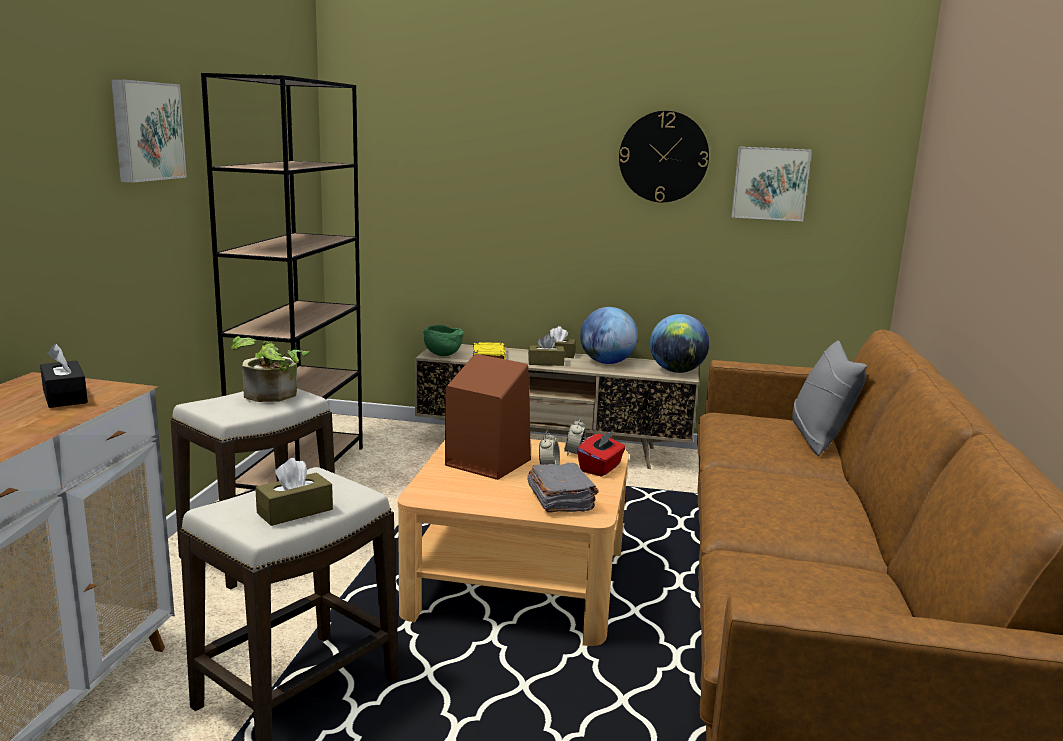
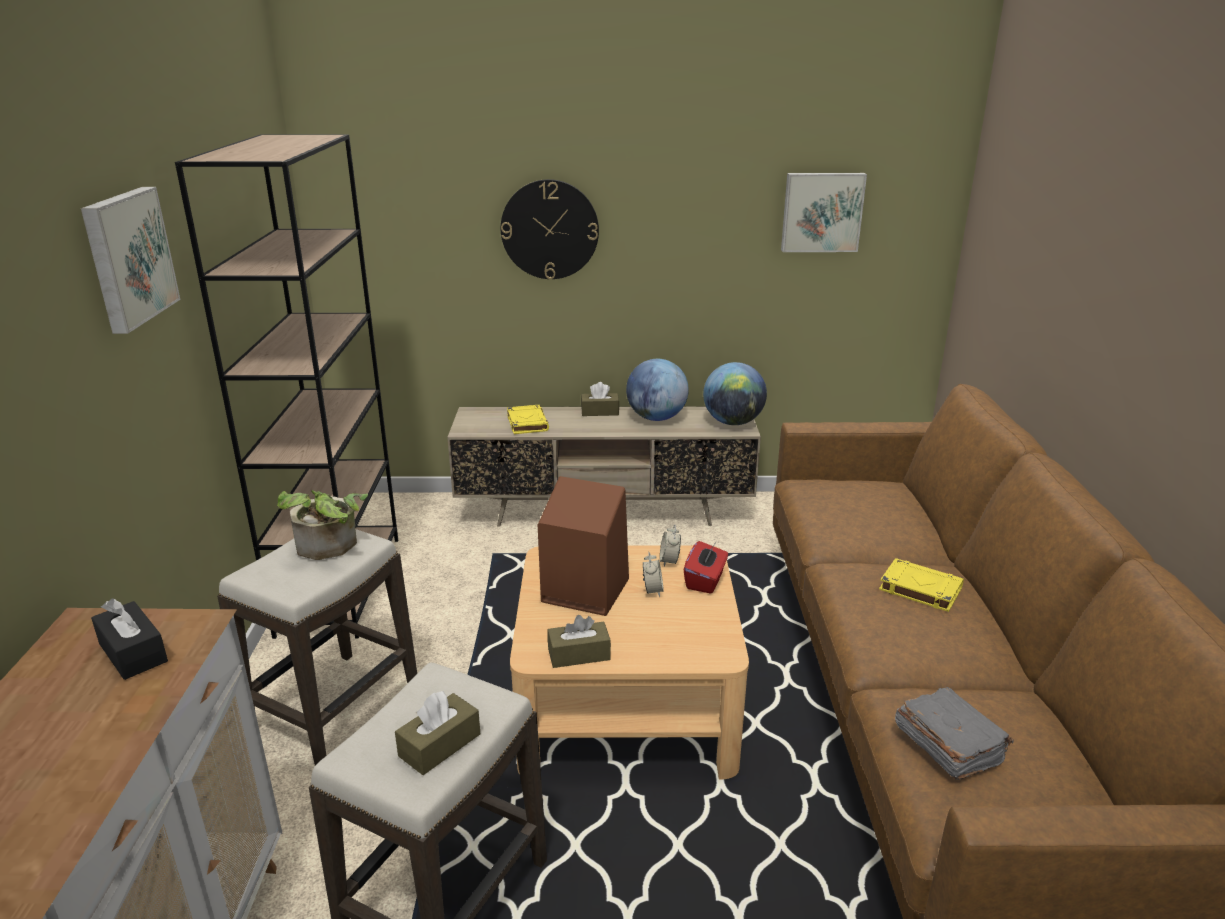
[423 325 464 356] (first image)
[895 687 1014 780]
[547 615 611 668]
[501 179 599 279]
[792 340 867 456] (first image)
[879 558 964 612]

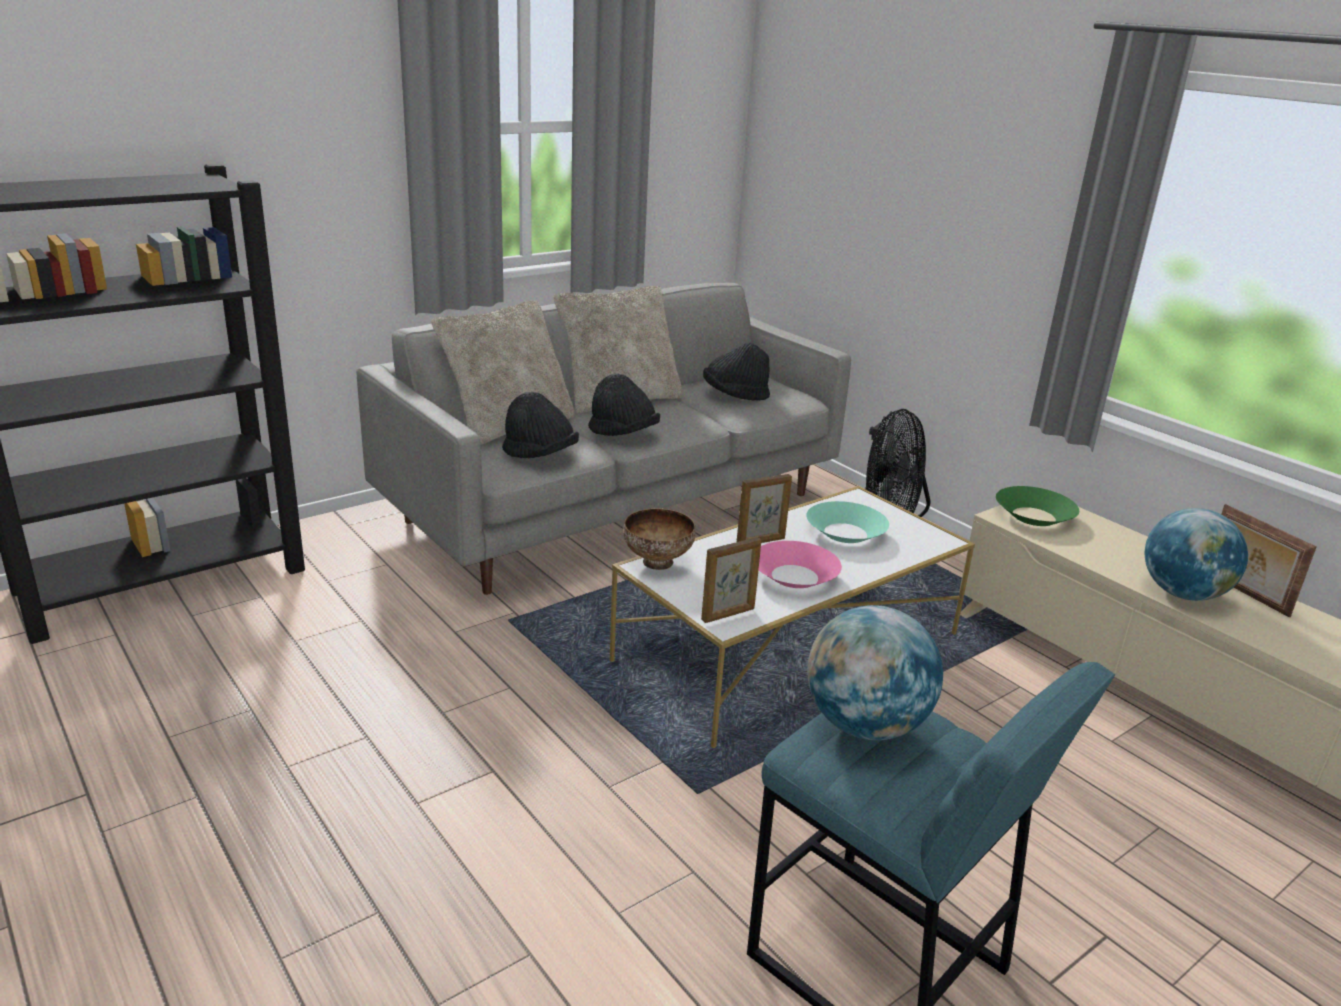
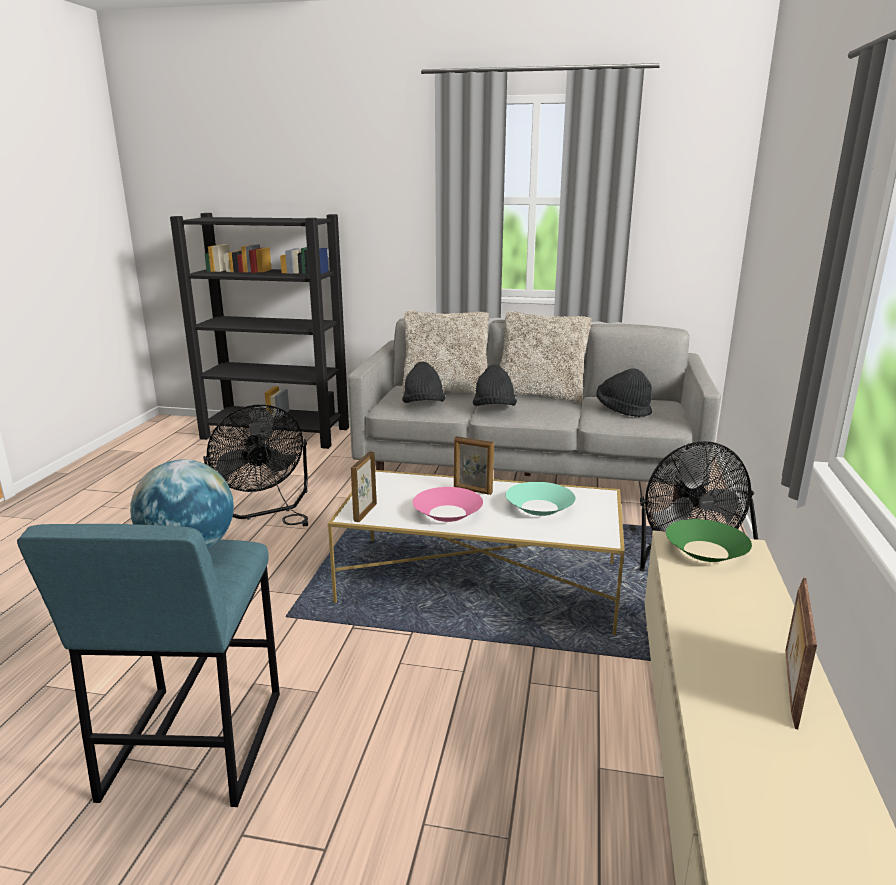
[623 508 696 570] (first image)
[351 451 377 522]
[1144 508 1248 601] (first image)
[203 405 308 526]

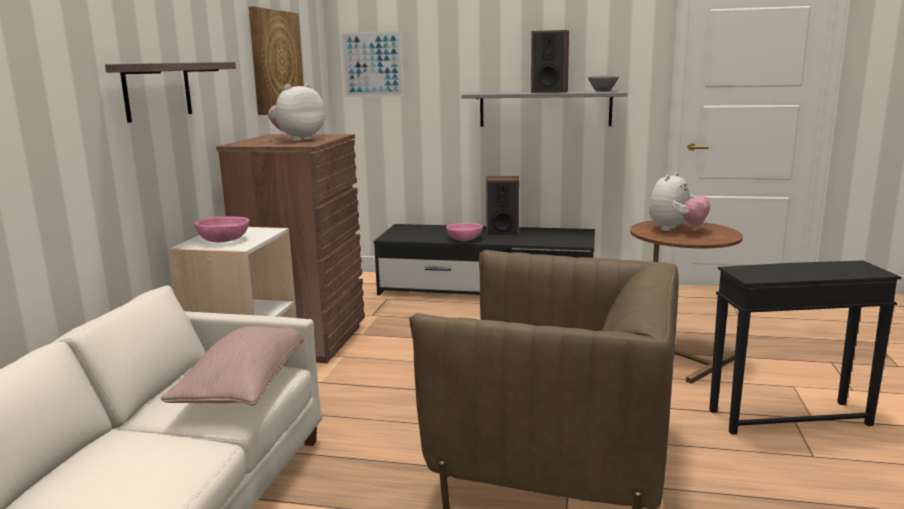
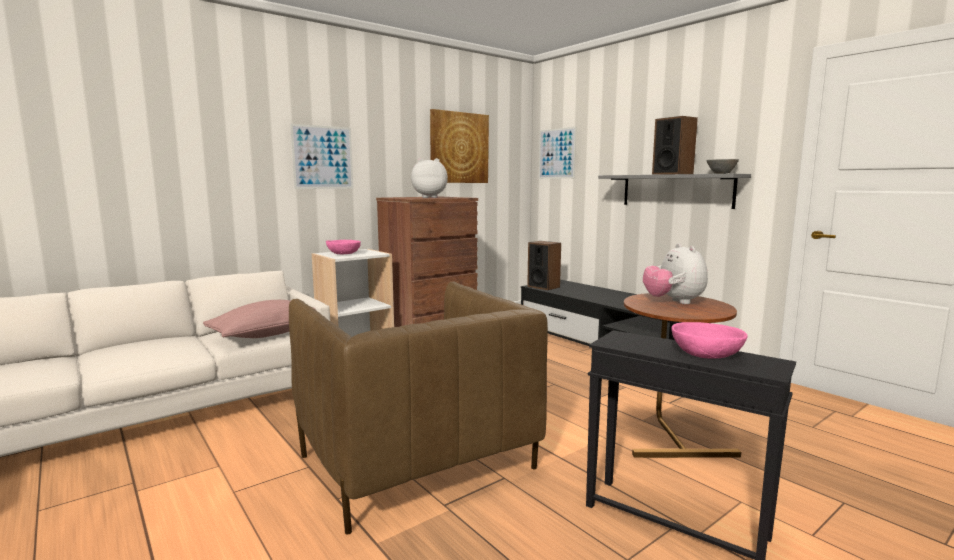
[290 124 353 189]
[672 322 747 359]
[527 241 561 290]
[643 243 708 304]

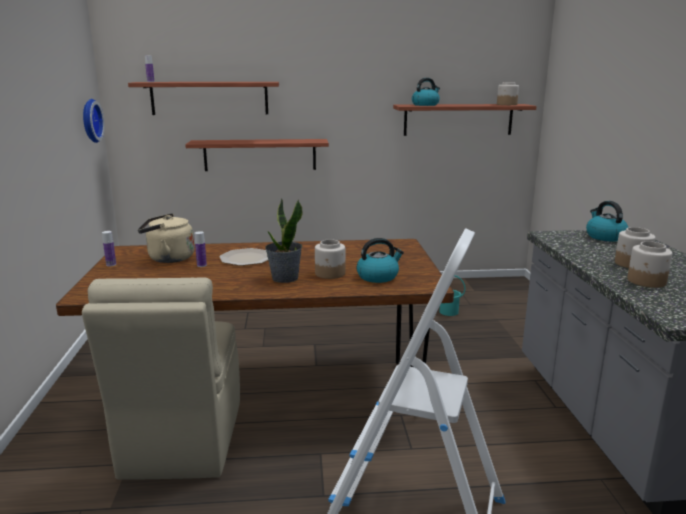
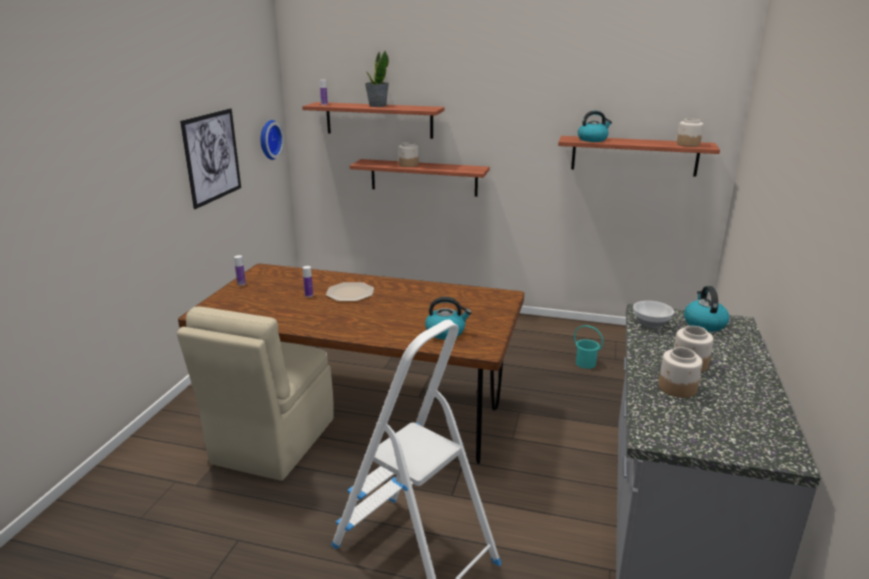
[138 213 195 263] (first image)
[365 51 389 107]
[398 142 419 167]
[180 108 241 209]
[633 301 674 328]

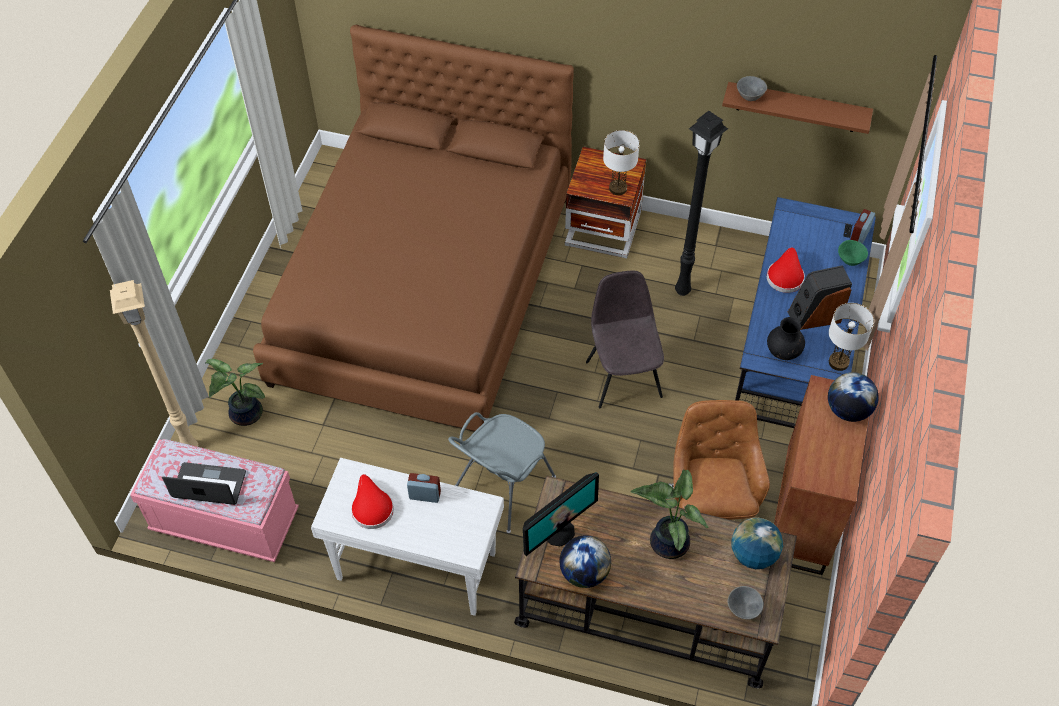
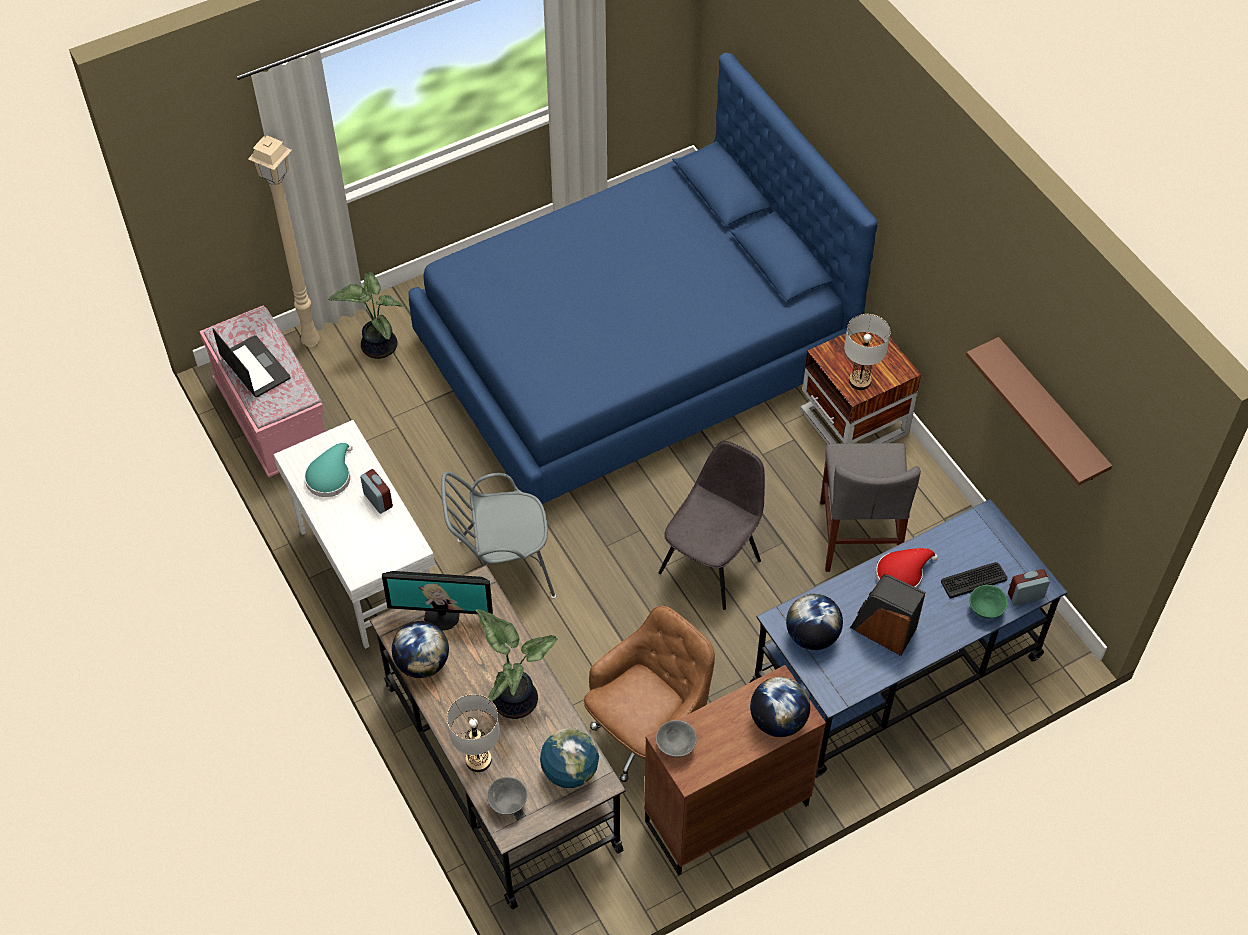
[409 52 878 505]
[304 443 353 497]
[820 443 921 572]
[656 720 697 757]
[786 594 843 650]
[447 694 500 772]
[941 562 1008 598]

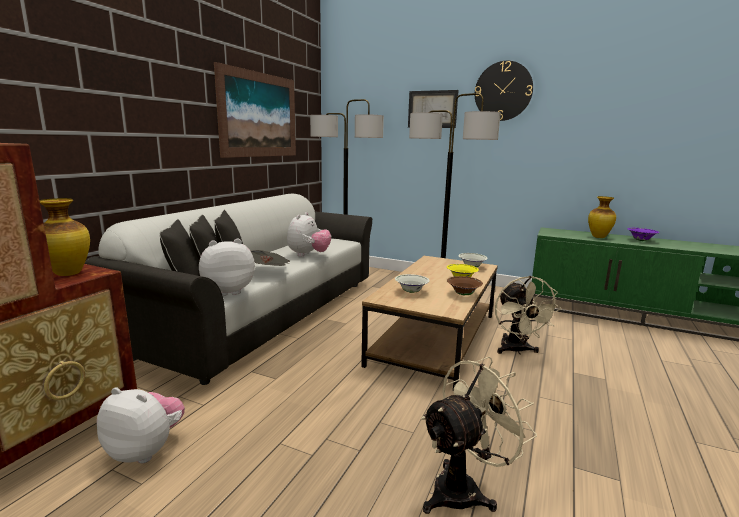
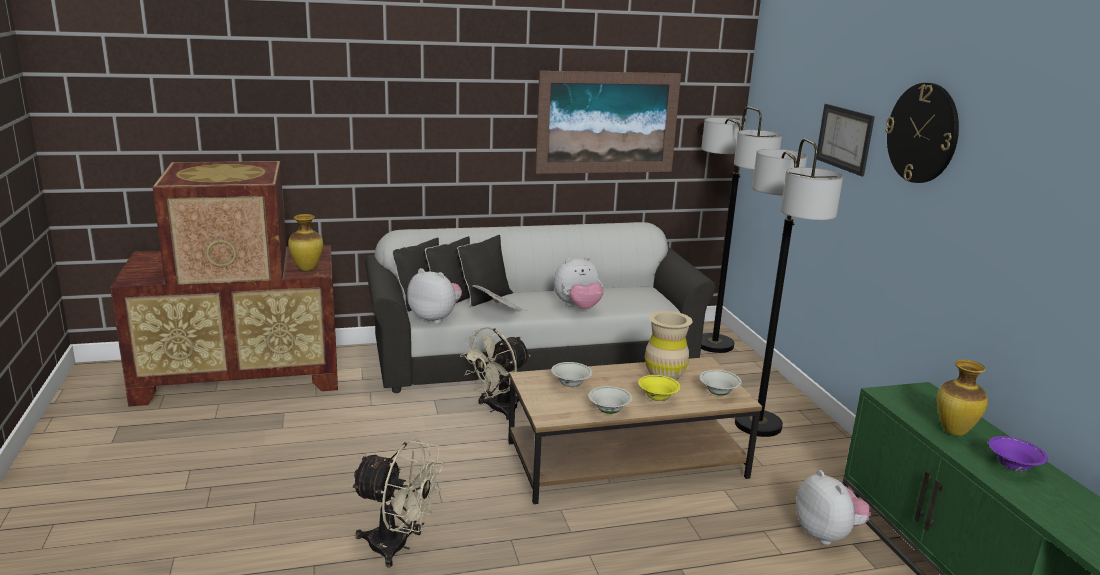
[796 470 871 545]
[588 386 632 414]
[460 327 531 420]
[645 311 693 380]

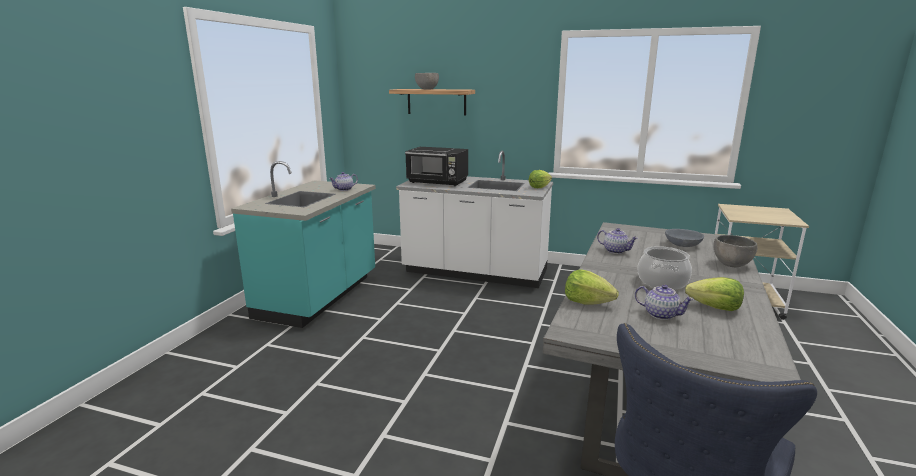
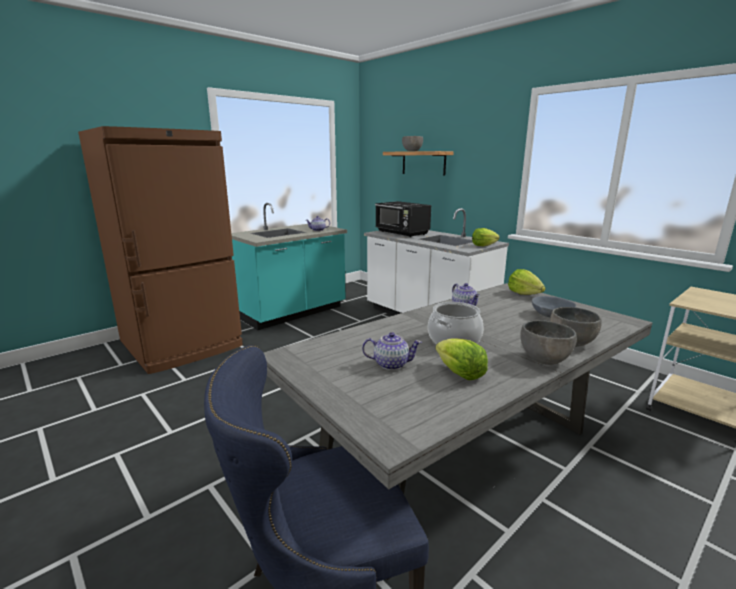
[508 269 546 295]
[362 332 422 370]
[78 126 243 374]
[520 320 577 365]

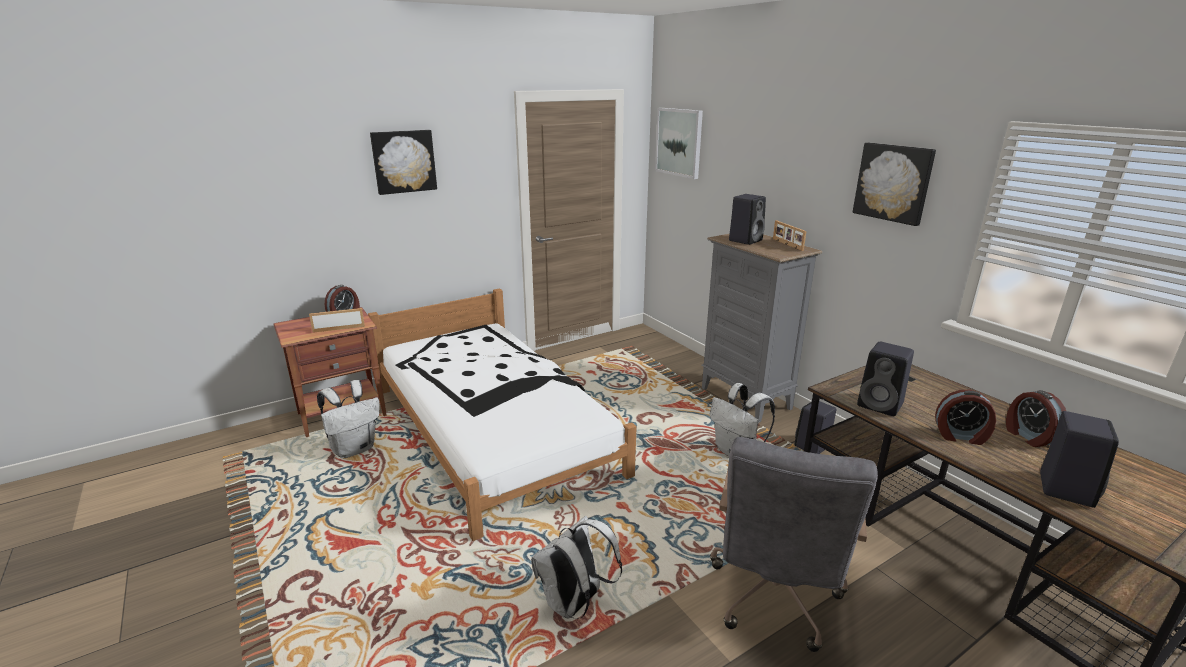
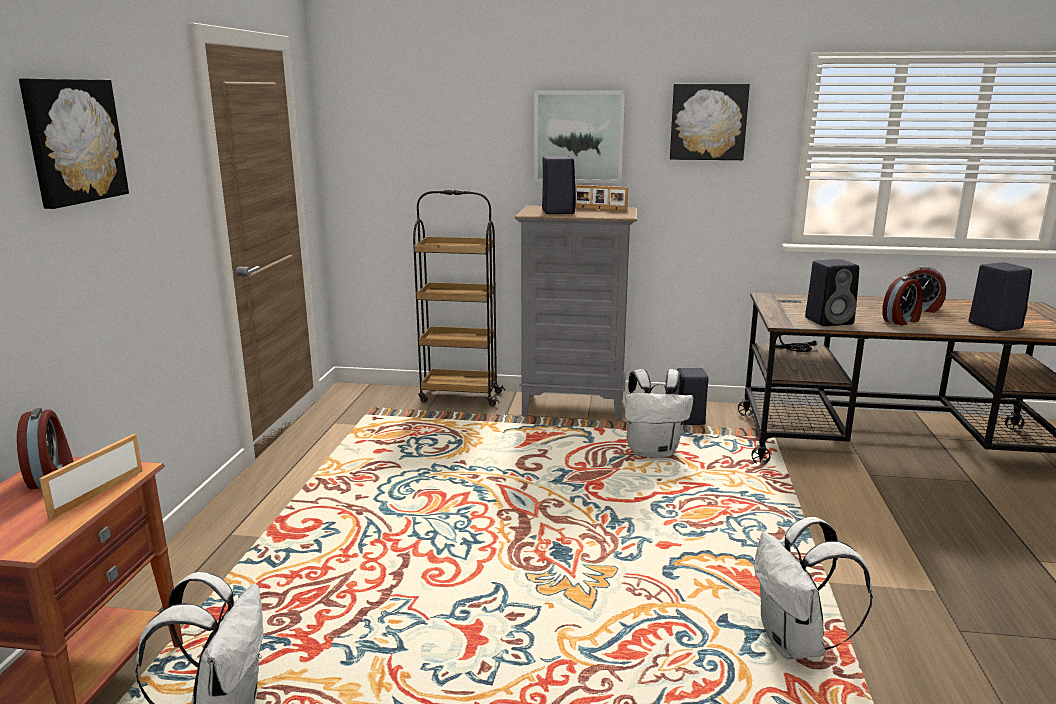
[368 288 637 541] (first image)
[534 91 625 183]
[710 437 878 652] (first image)
[413 190 505 406]

